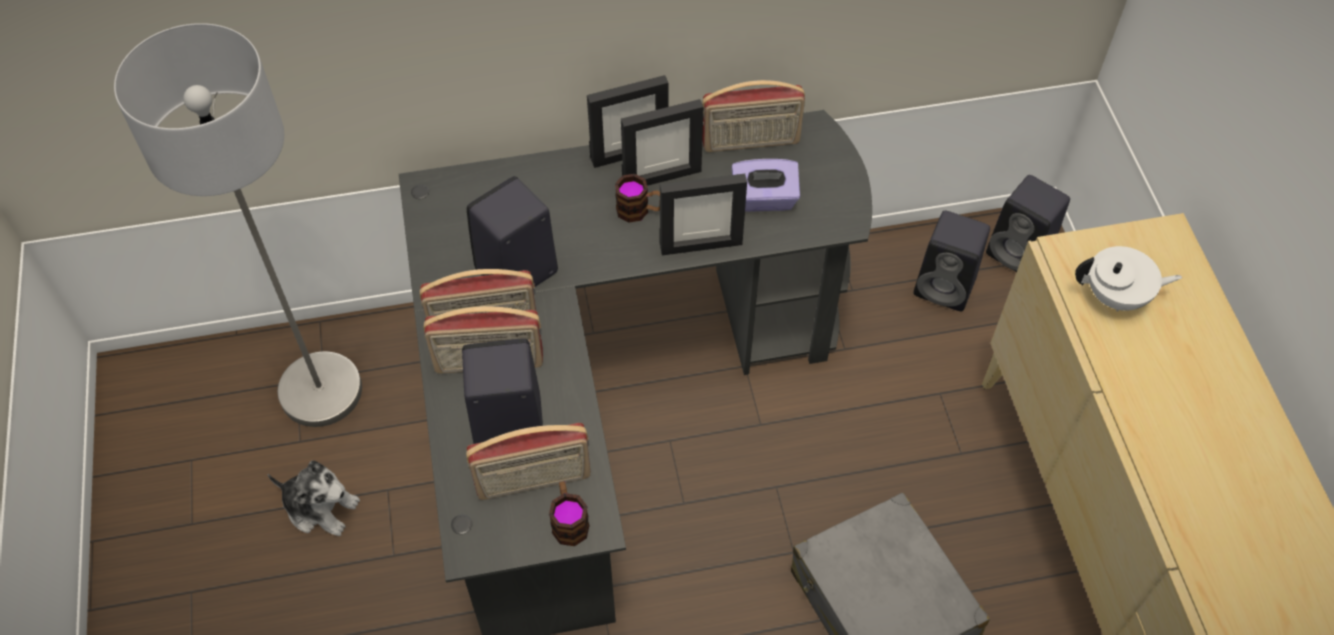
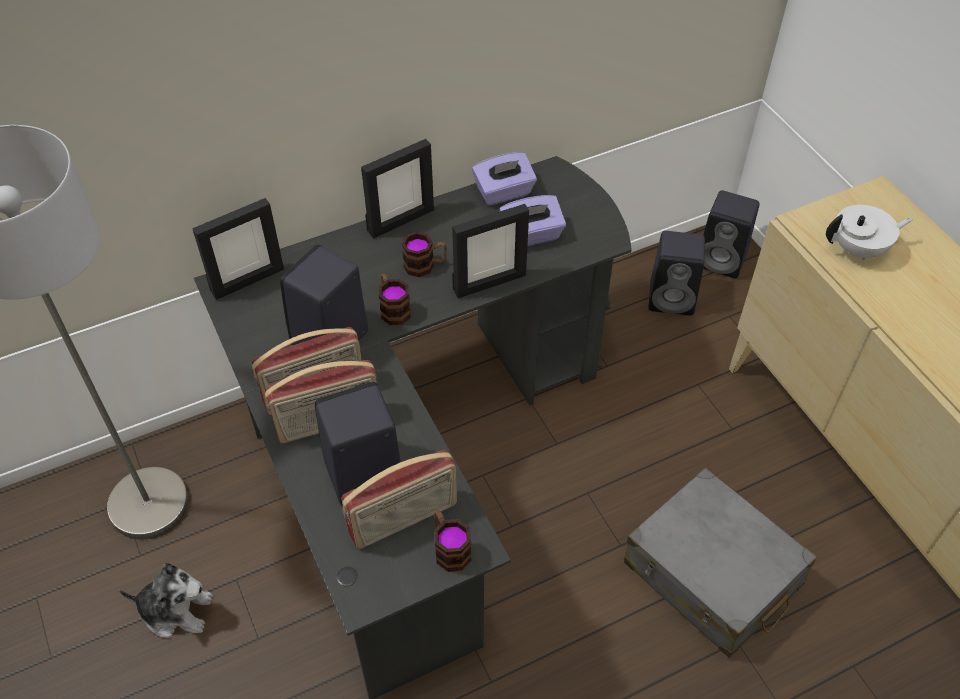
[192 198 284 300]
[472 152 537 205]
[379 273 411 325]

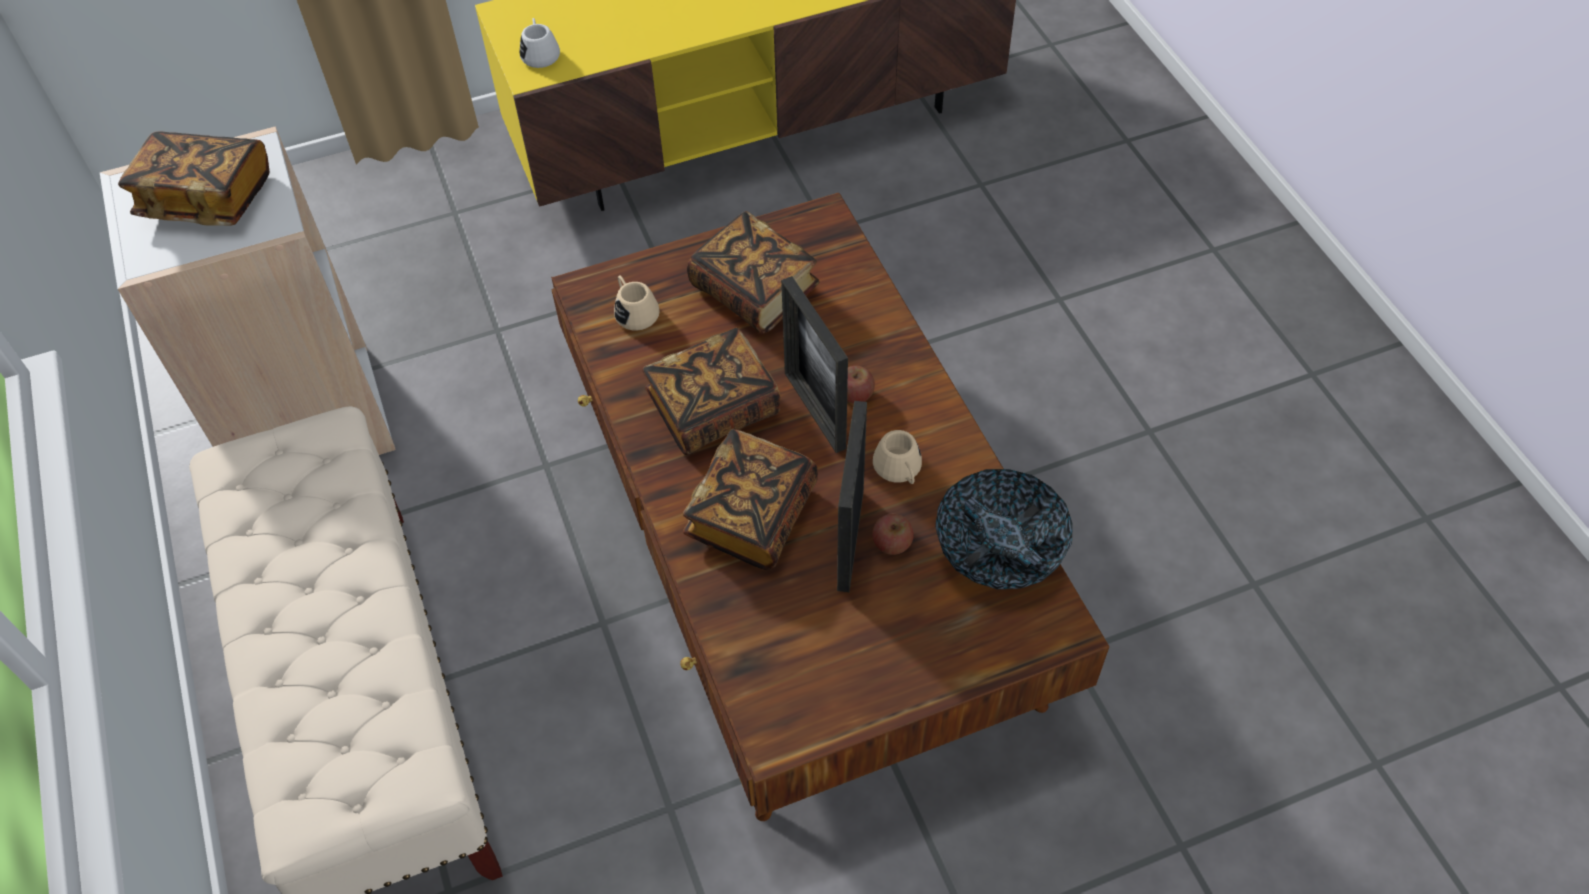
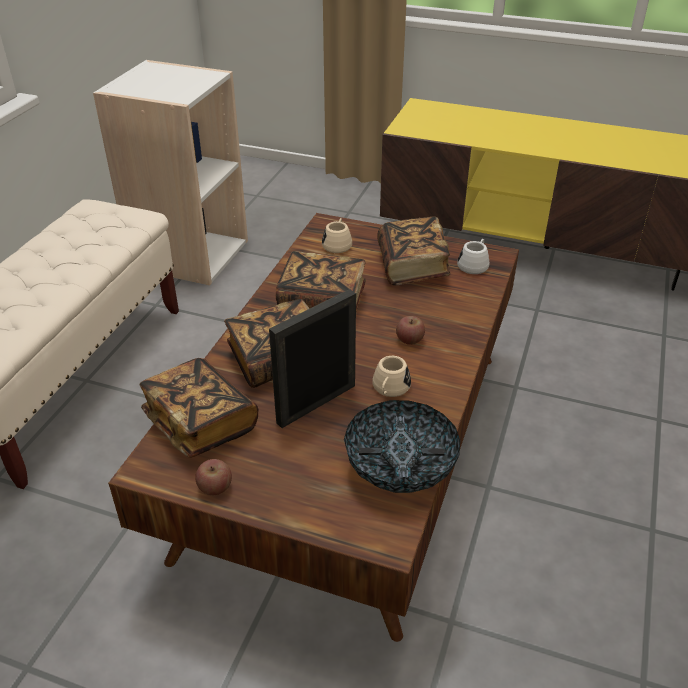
[139 358 258 458]
[457 239 489 274]
[781 276 848 453] (first image)
[195 459 232 495]

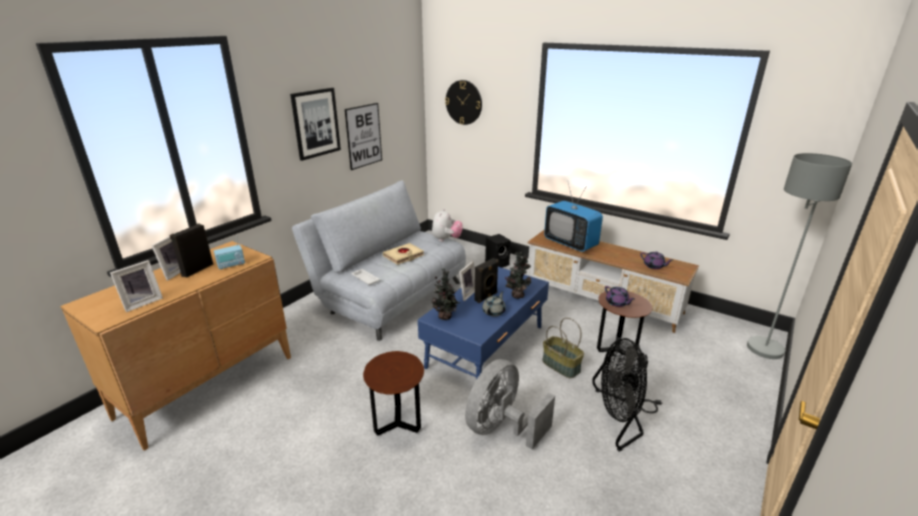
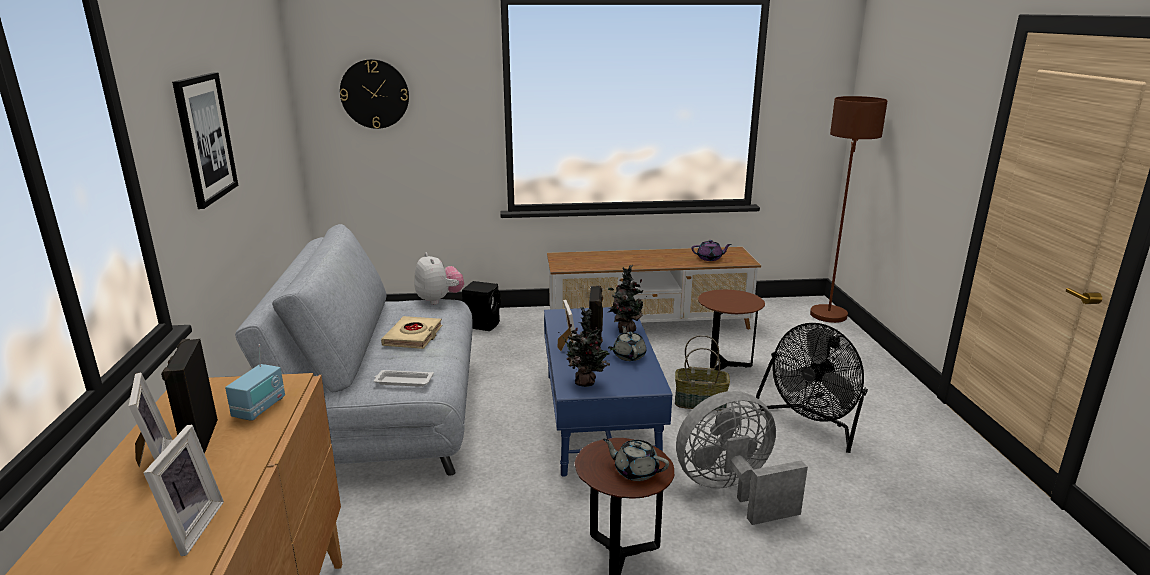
[345 103 382 170] (first image)
[676 391 808 525]
[544 183 603 252] (first image)
[605 286 635 307] (first image)
[810 96 887 323]
[603 439 669 481]

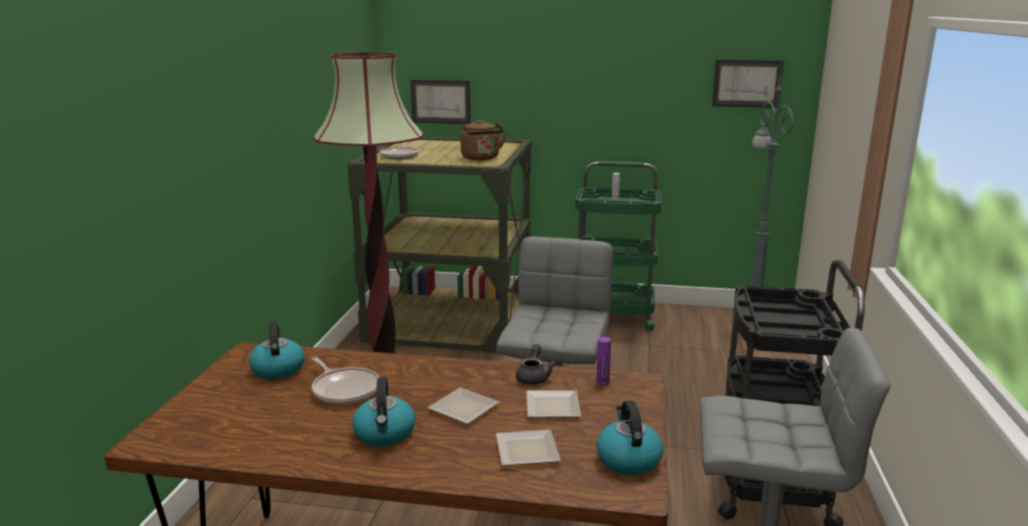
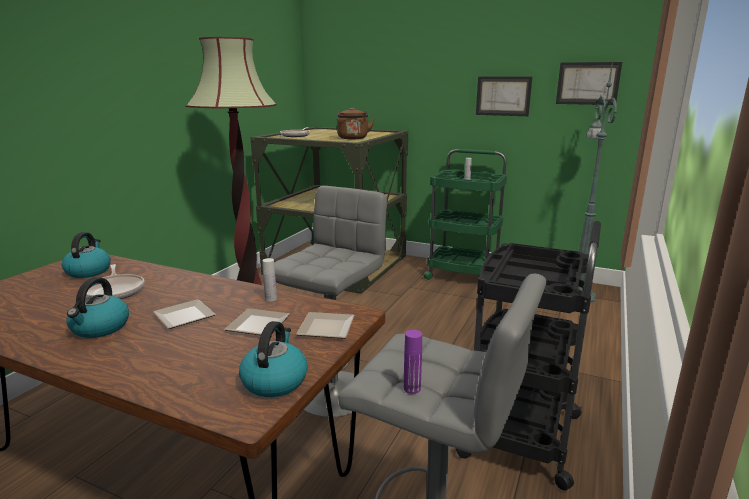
[476 77 532 116]
[296 312 355 339]
[262 258 277 302]
[404 330 422 394]

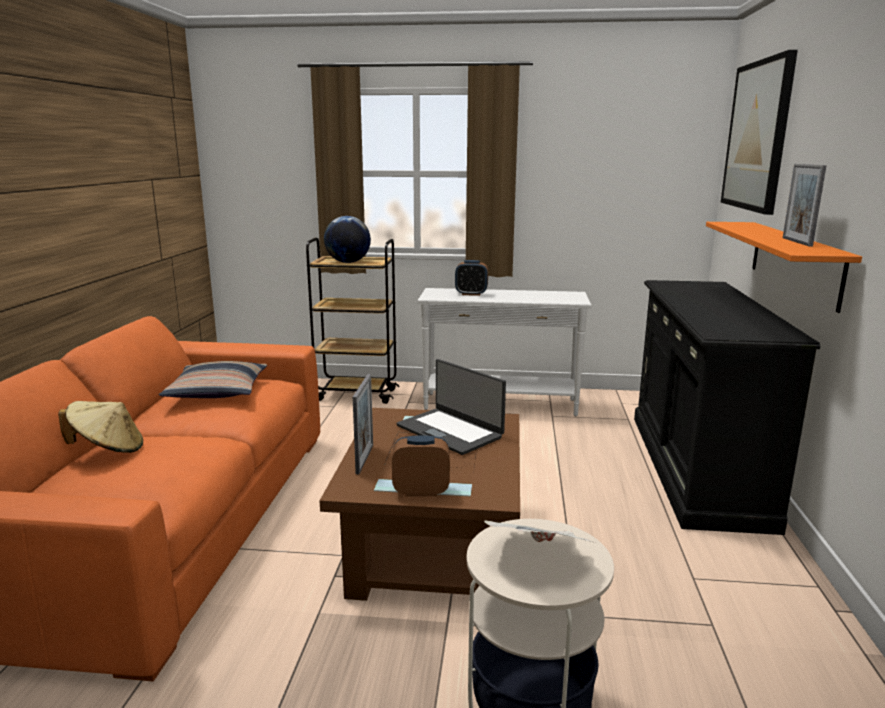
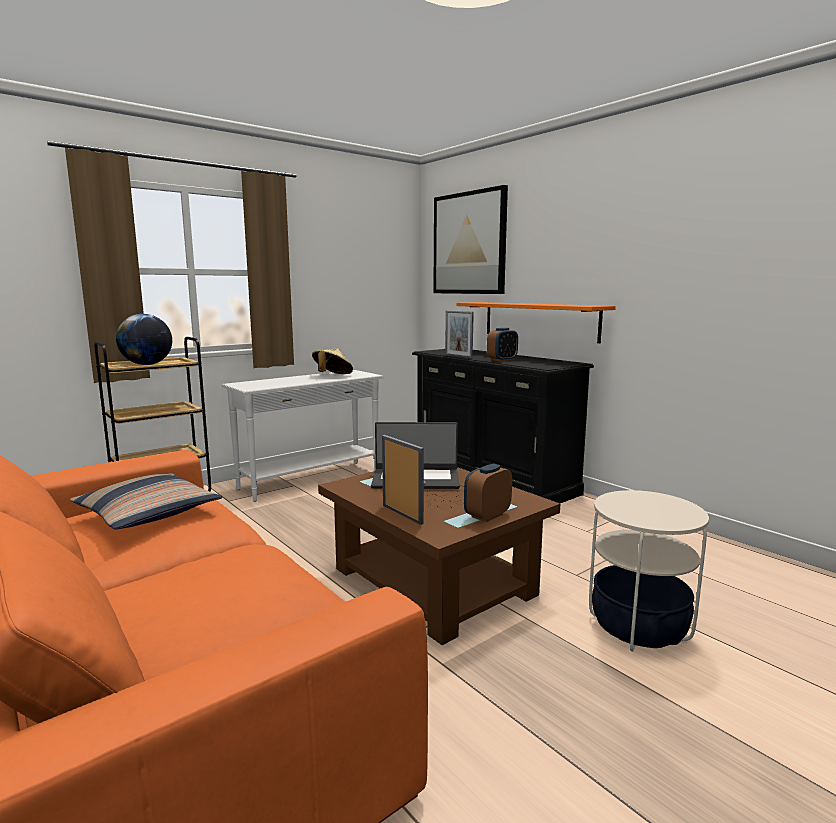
[312 348 353 374]
[487 328 518 361]
[484 521 595 543] (first image)
[445 311 474 358]

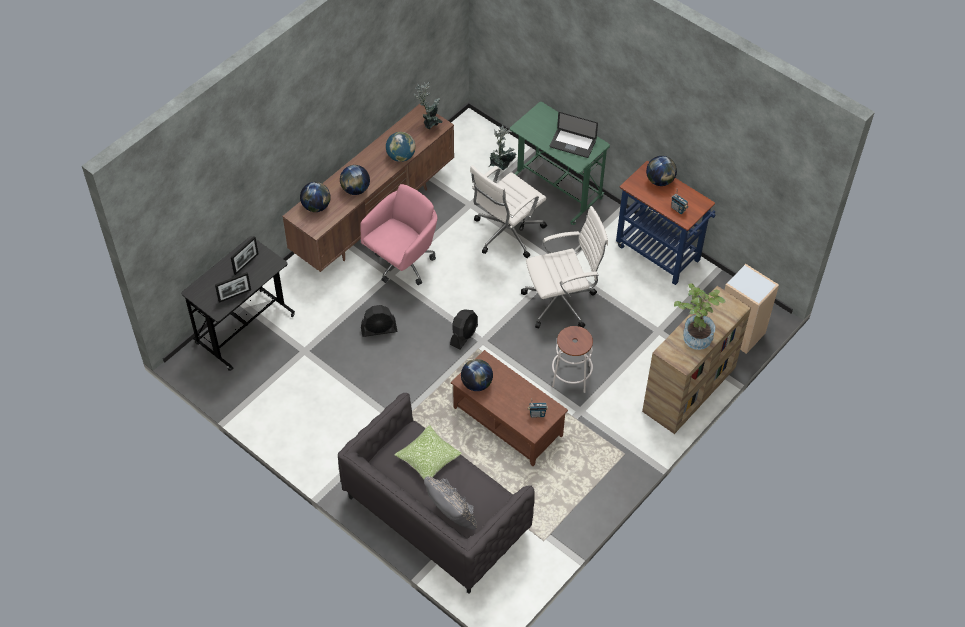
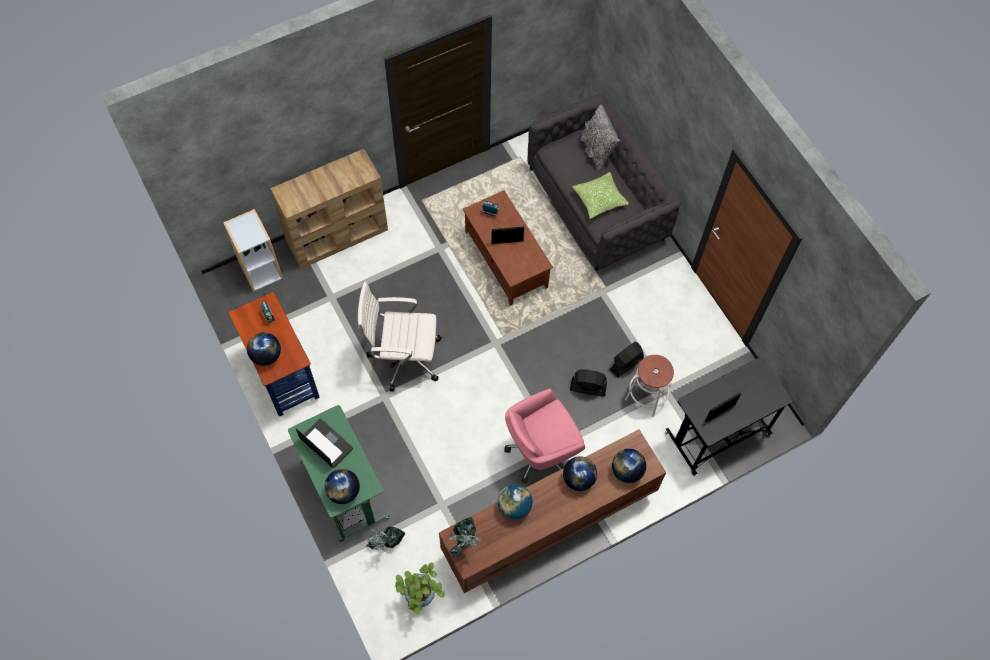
[491 226 524 244]
[610 342 644 378]
[325 469 360 504]
[470 165 547 258] (first image)
[625 355 674 417]
[395 562 445 615]

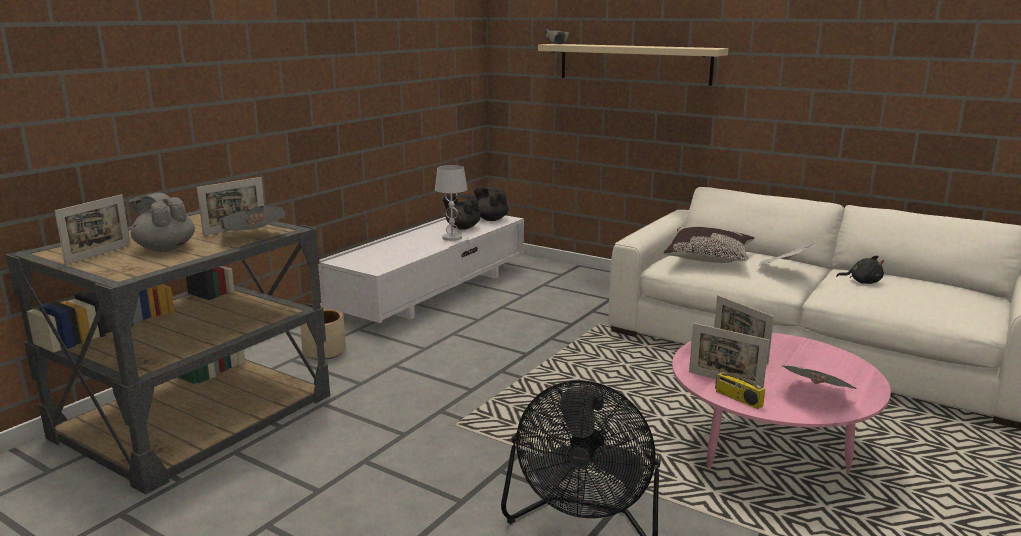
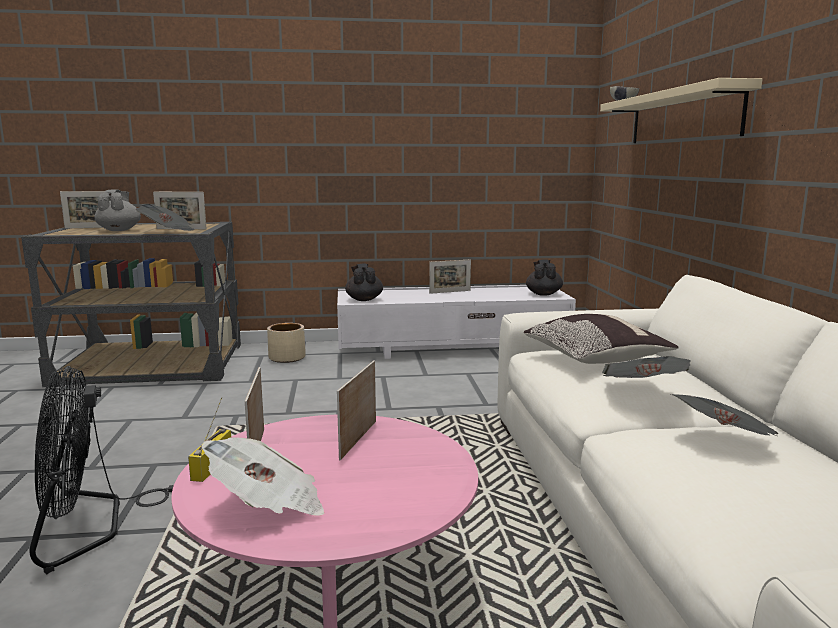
[435 165 467 241] (first image)
[345 263 383 301]
[671 394 778 436]
[429 259 471 294]

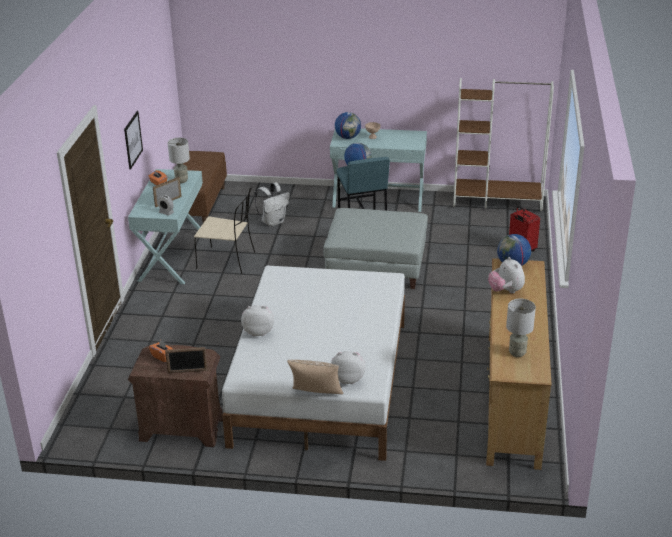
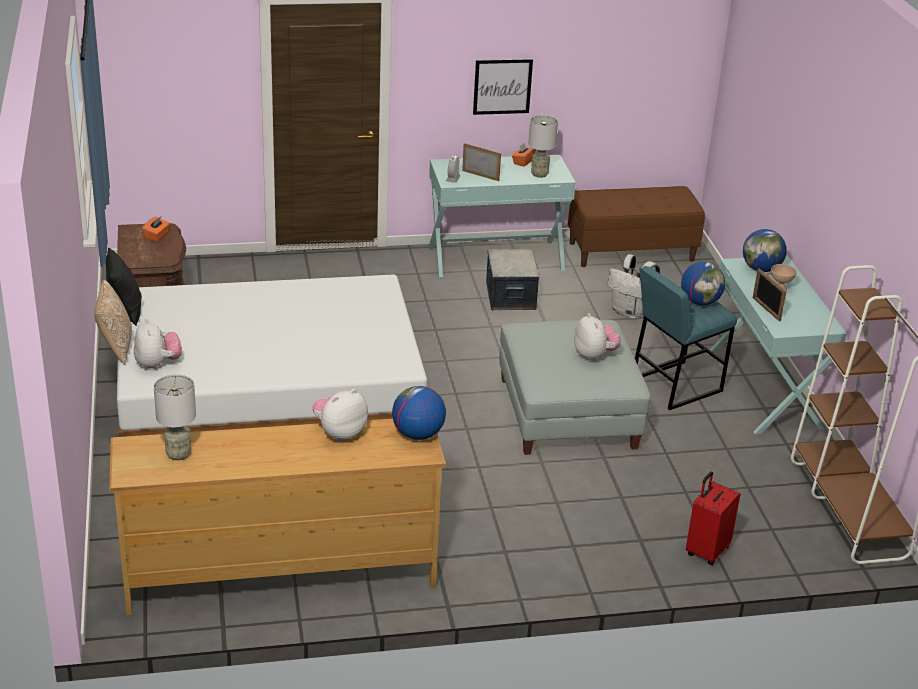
[753 268 786 321]
[486 249 539 310]
[574 313 621 361]
[106 247 142 325]

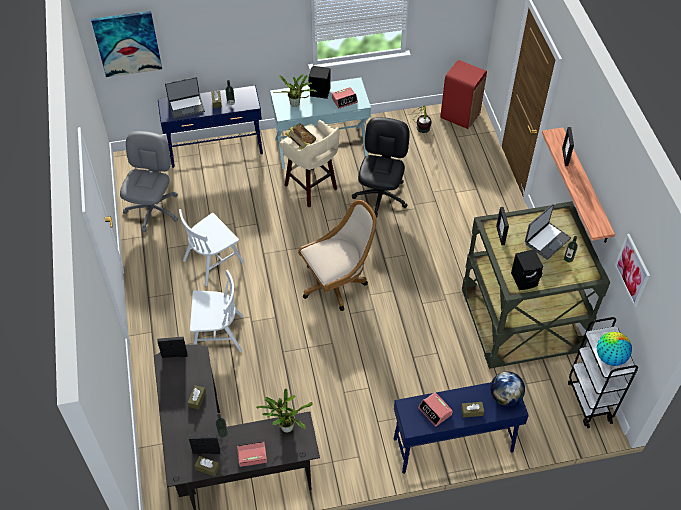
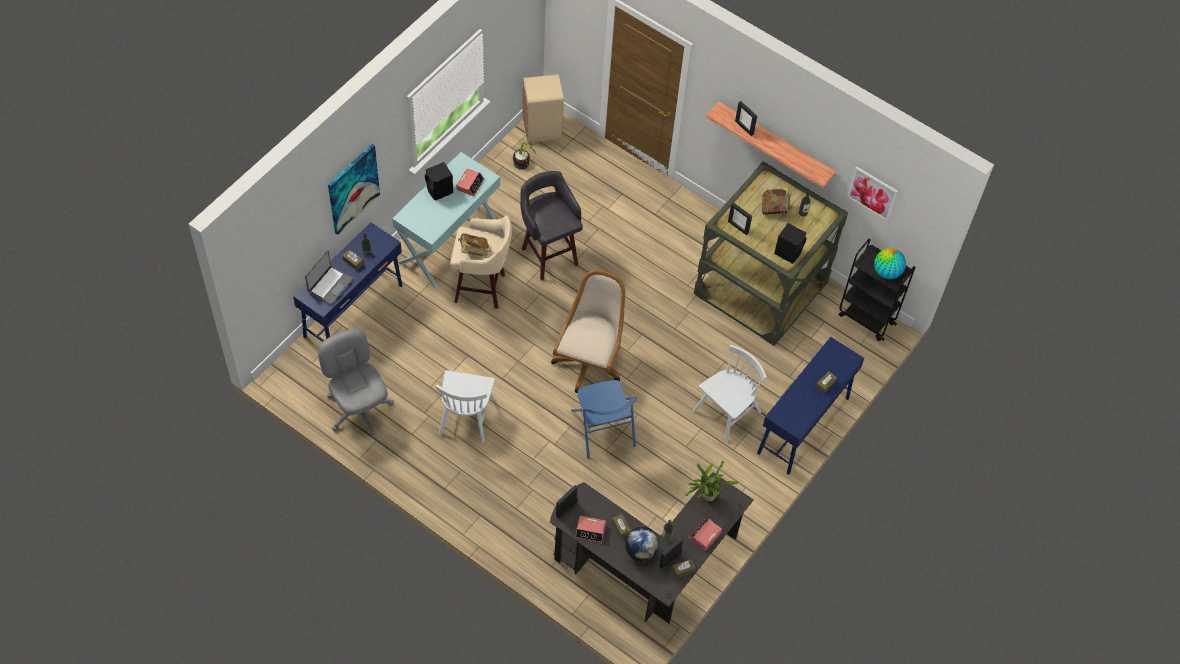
[328 144 380 235]
[693 345 767 442]
[278 74 317 107] (first image)
[520 171 583 281]
[575 516 606 544]
[522 74 564 143]
[625 527 660 562]
[761 188 792 215]
[839 239 916 341]
[571 380 637 459]

